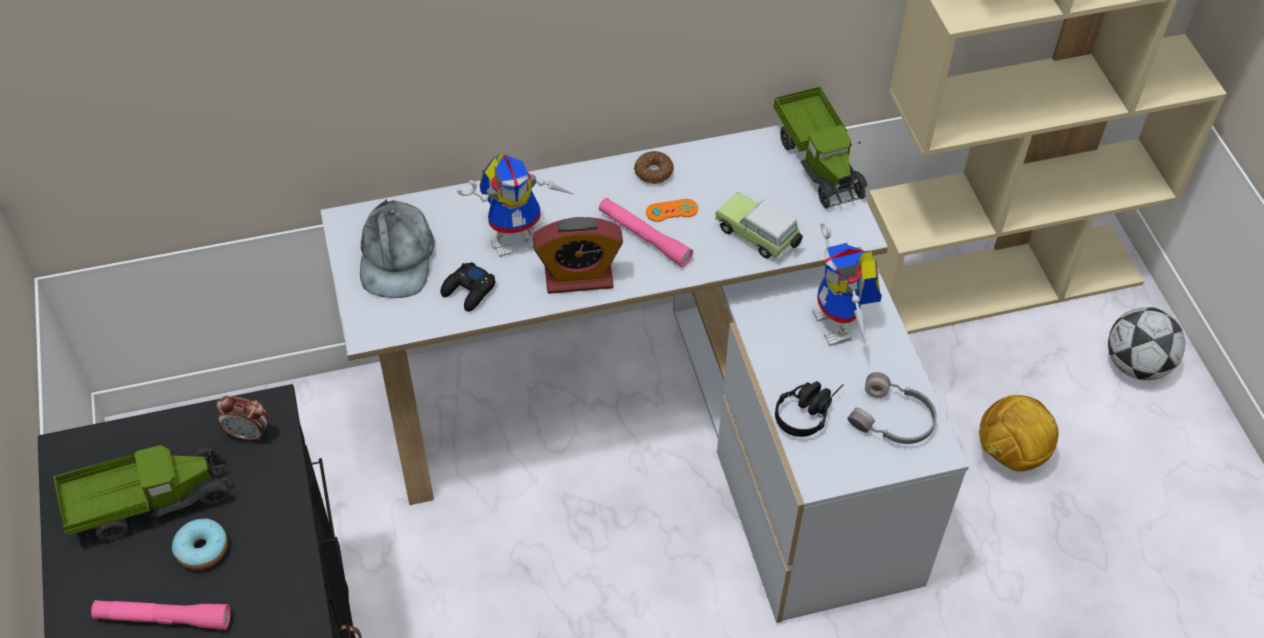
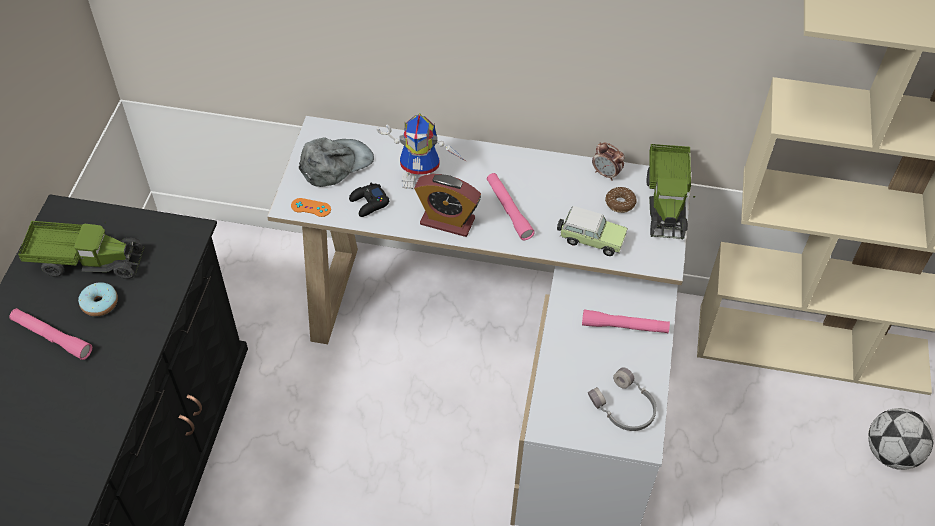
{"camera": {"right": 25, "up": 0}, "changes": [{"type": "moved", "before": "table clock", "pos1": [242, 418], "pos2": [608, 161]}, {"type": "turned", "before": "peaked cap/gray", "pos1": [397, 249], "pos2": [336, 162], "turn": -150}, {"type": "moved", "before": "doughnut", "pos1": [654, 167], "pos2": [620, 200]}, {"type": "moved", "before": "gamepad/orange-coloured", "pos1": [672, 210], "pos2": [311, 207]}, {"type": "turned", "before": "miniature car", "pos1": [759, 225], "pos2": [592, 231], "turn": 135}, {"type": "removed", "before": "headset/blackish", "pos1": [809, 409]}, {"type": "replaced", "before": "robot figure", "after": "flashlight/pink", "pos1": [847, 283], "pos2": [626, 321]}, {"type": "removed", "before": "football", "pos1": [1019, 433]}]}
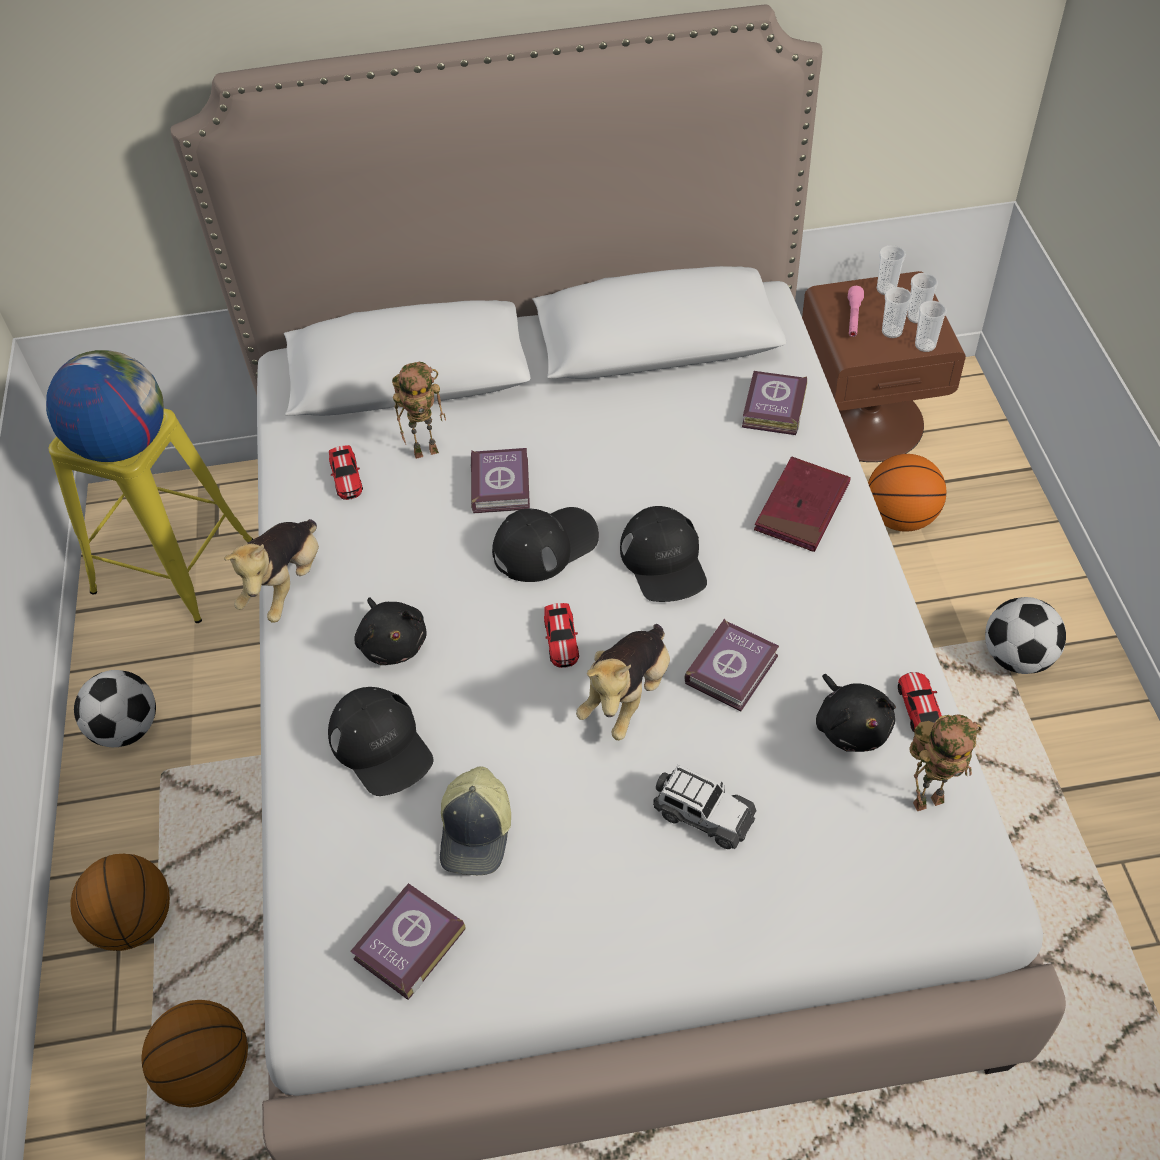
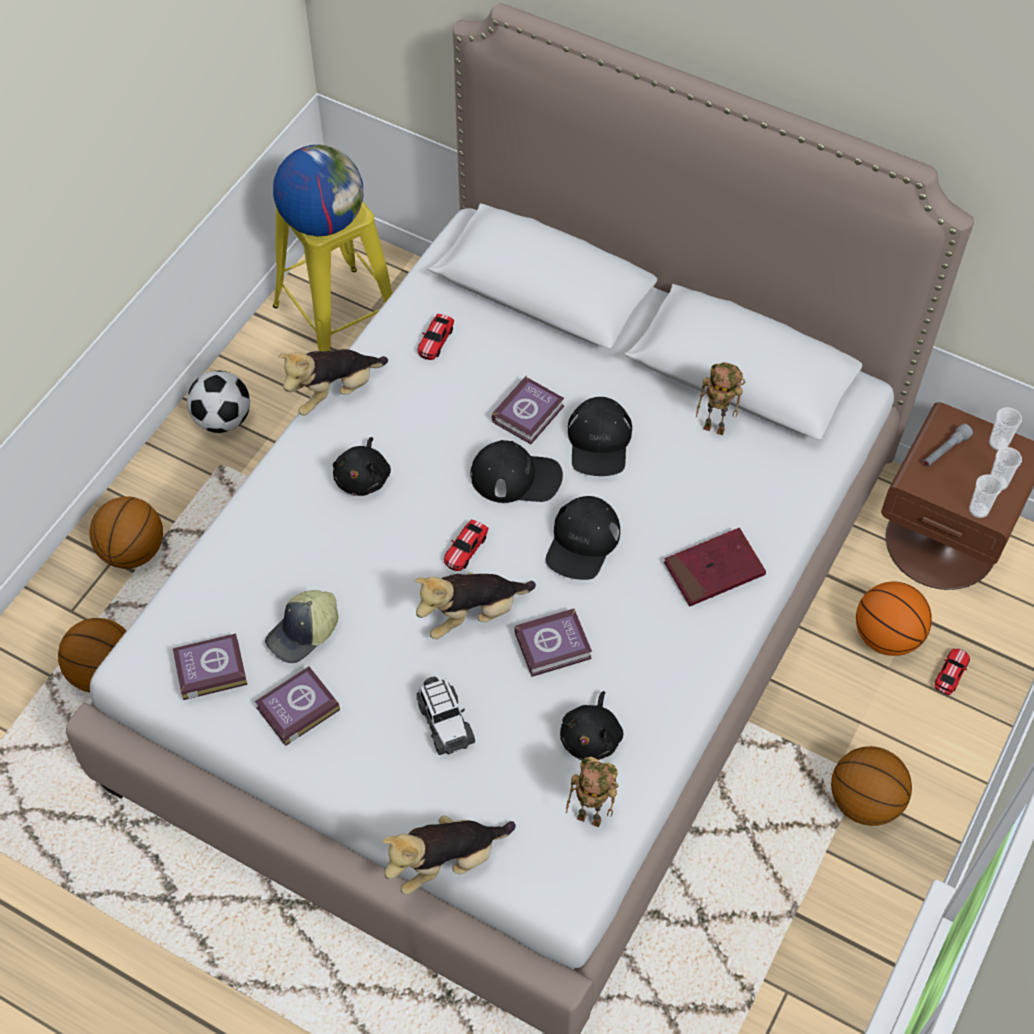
{"camera": {"right": 35, "up": 5}, "changes": [{"type": "moved", "before": "peaked cap/blackish", "pos1": [380, 741], "pos2": [600, 436]}, {"type": "moved", "before": "robot figure", "pos1": [419, 410], "pos2": [720, 398]}, {"type": "moved", "before": "bound book", "pos1": [774, 403], "pos2": [297, 706]}, {"type": "recoloured", "before": "flashlight/pink", "after": "flashlight/gray", "pos1": [856, 311], "pos2": [948, 445]}, {"type": "removed", "before": "drinking cup", "pos1": [897, 312]}, {"type": "moved", "before": "miniature car", "pos1": [920, 702], "pos2": [952, 672]}, {"type": "replaced", "before": "football", "after": "ball for basketball", "pos1": [1025, 635], "pos2": [871, 786]}, {"type": "added", "after": "soft toy", "pos2": [449, 855]}]}
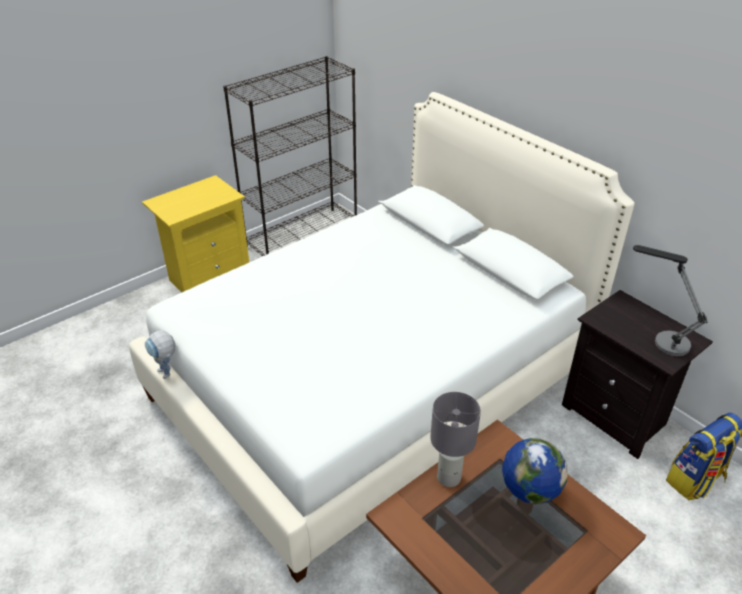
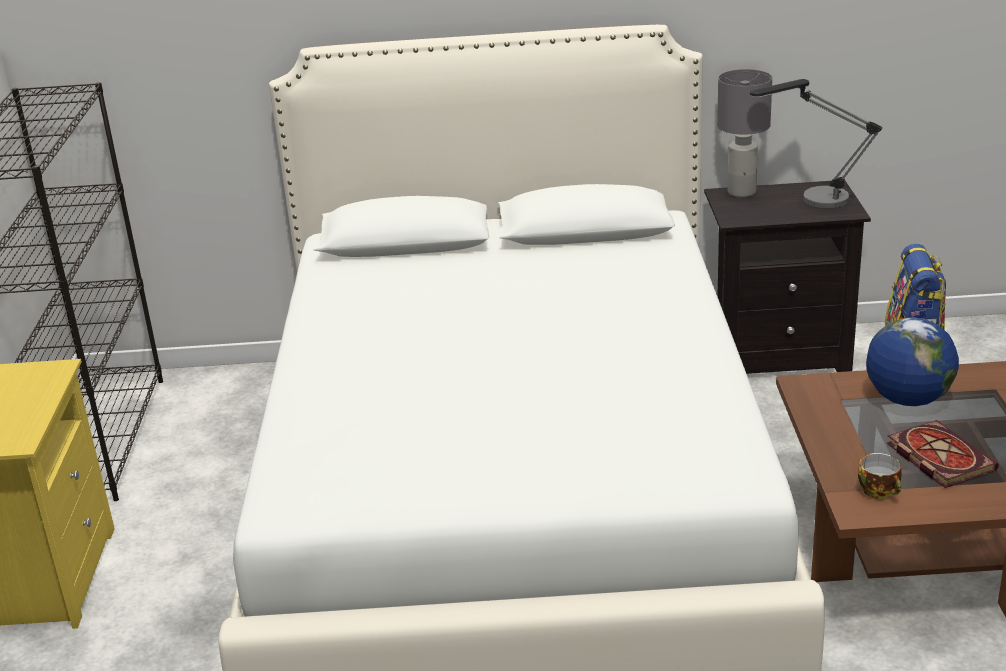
{"camera": {"right": -50, "up": -10}, "changes": [{"type": "removed", "before": "robot figure", "pos1": [160, 355]}, {"type": "moved", "before": "tabletop lamp/gray", "pos1": [455, 439], "pos2": [744, 133]}, {"type": "added", "after": "drinking cup", "pos2": [880, 476]}, {"type": "added", "after": "bound book", "pos2": [943, 454]}]}
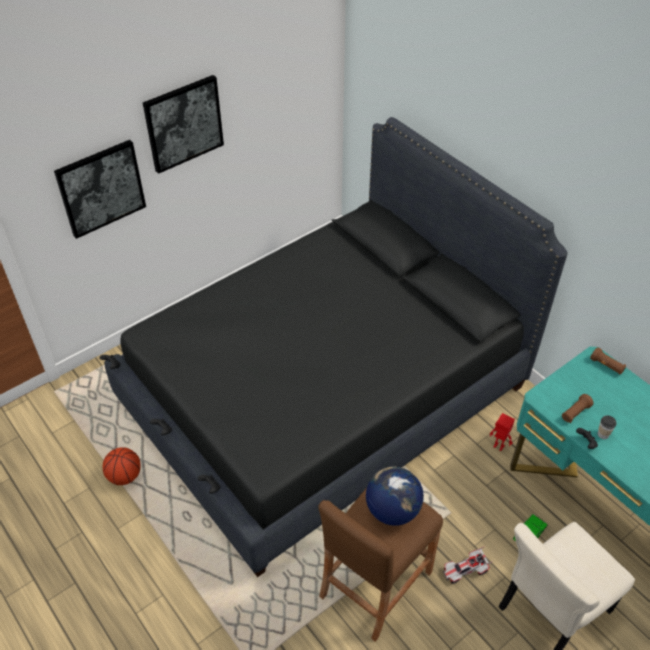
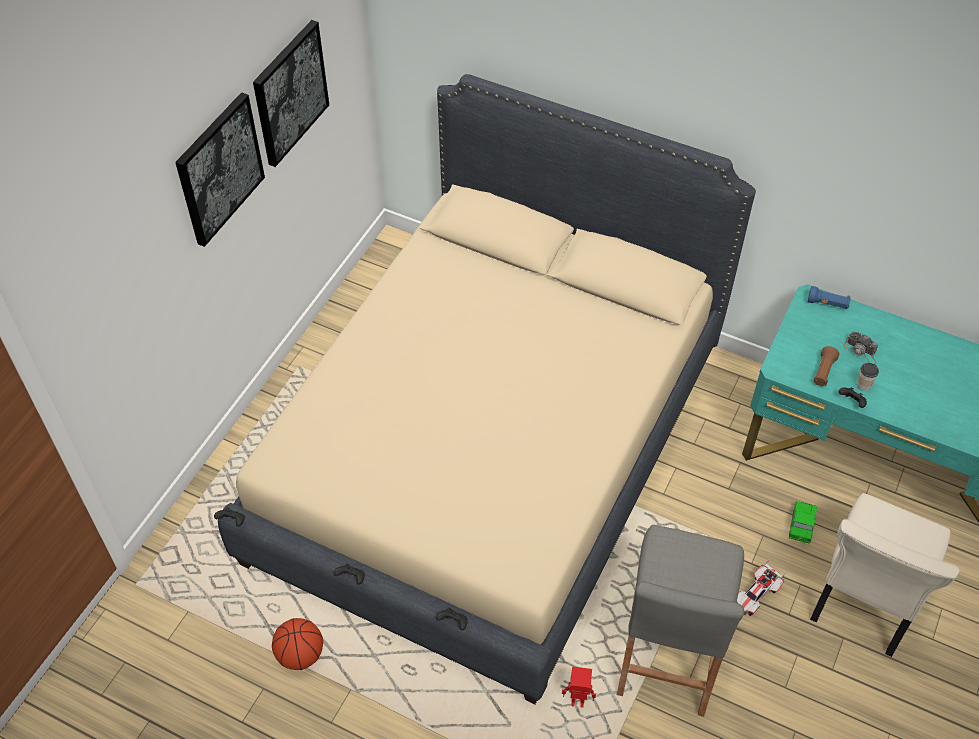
{"camera": {"right": -25, "up": 5}, "changes": [{"type": "moved", "before": "wall picture", "pos1": [100, 189], "pos2": [291, 93]}, {"type": "recoloured", "before": "bed/blackish", "after": "bed/sand-coloured", "pos1": [336, 347], "pos2": [487, 389]}, {"type": "recoloured", "before": "sitting stool/brownish", "after": "sitting stool/gray", "pos1": [380, 565], "pos2": [680, 620]}, {"type": "removed", "before": "desk globe", "pos1": [395, 496]}, {"type": "moved", "before": "robot figure", "pos1": [502, 432], "pos2": [579, 687]}, {"type": "recoloured", "before": "flashlight/brownish", "after": "flashlight/blue-coloured", "pos1": [608, 360], "pos2": [829, 297]}, {"type": "added", "after": "photo camera", "pos2": [860, 347]}]}
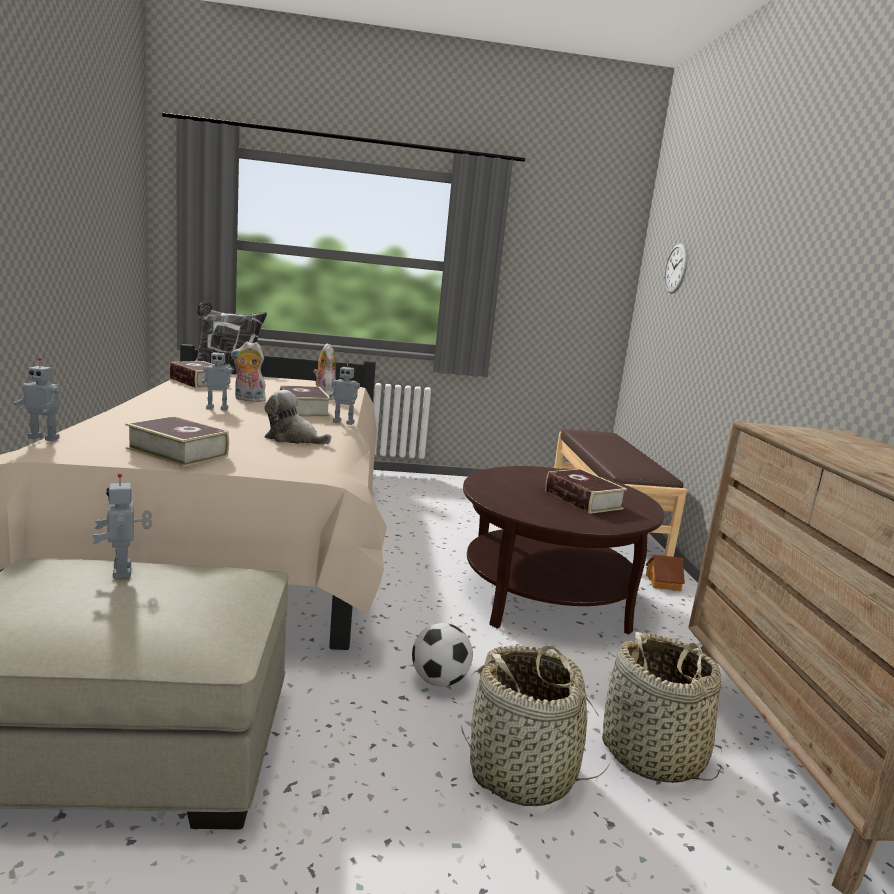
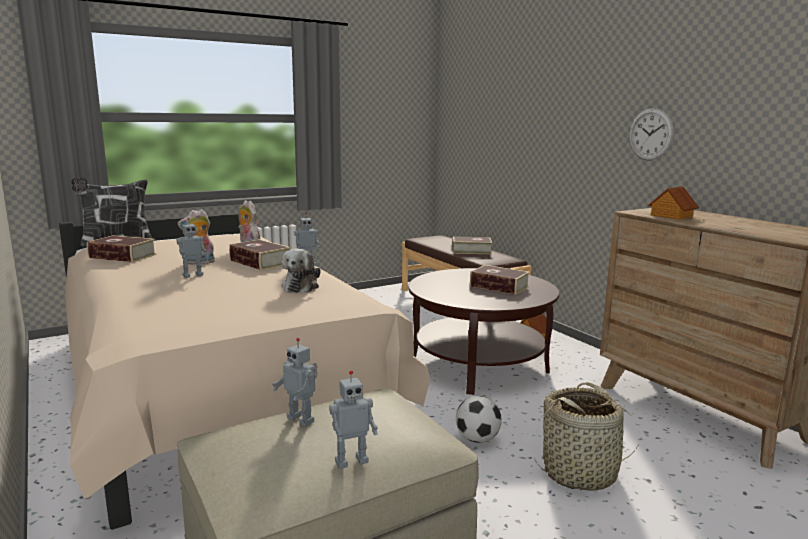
{"camera": {"right": -25, "up": 0}, "changes": [{"type": "moved", "before": "robot figure", "pos1": [36, 399], "pos2": [353, 420]}, {"type": "moved", "before": "bound book", "pos1": [177, 441], "pos2": [472, 245]}, {"type": "turned", "before": "soft toy", "pos1": [298, 417], "pos2": [301, 270], "turn": -75}, {"type": "removed", "before": "household basket", "pos1": [662, 707]}, {"type": "moved", "before": "wall clock", "pos1": [676, 268], "pos2": [651, 134]}, {"type": "added", "after": "toy house", "pos2": [673, 203]}]}
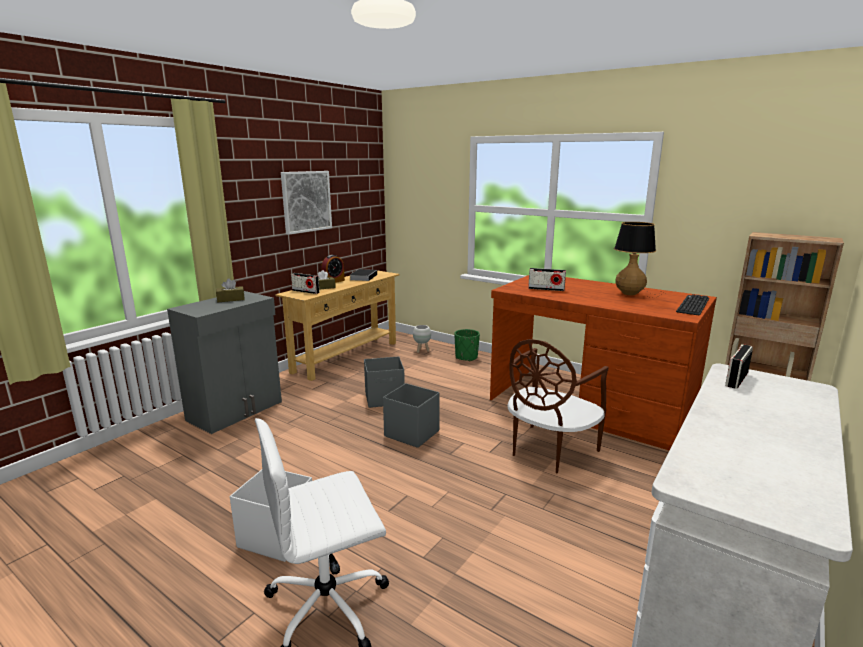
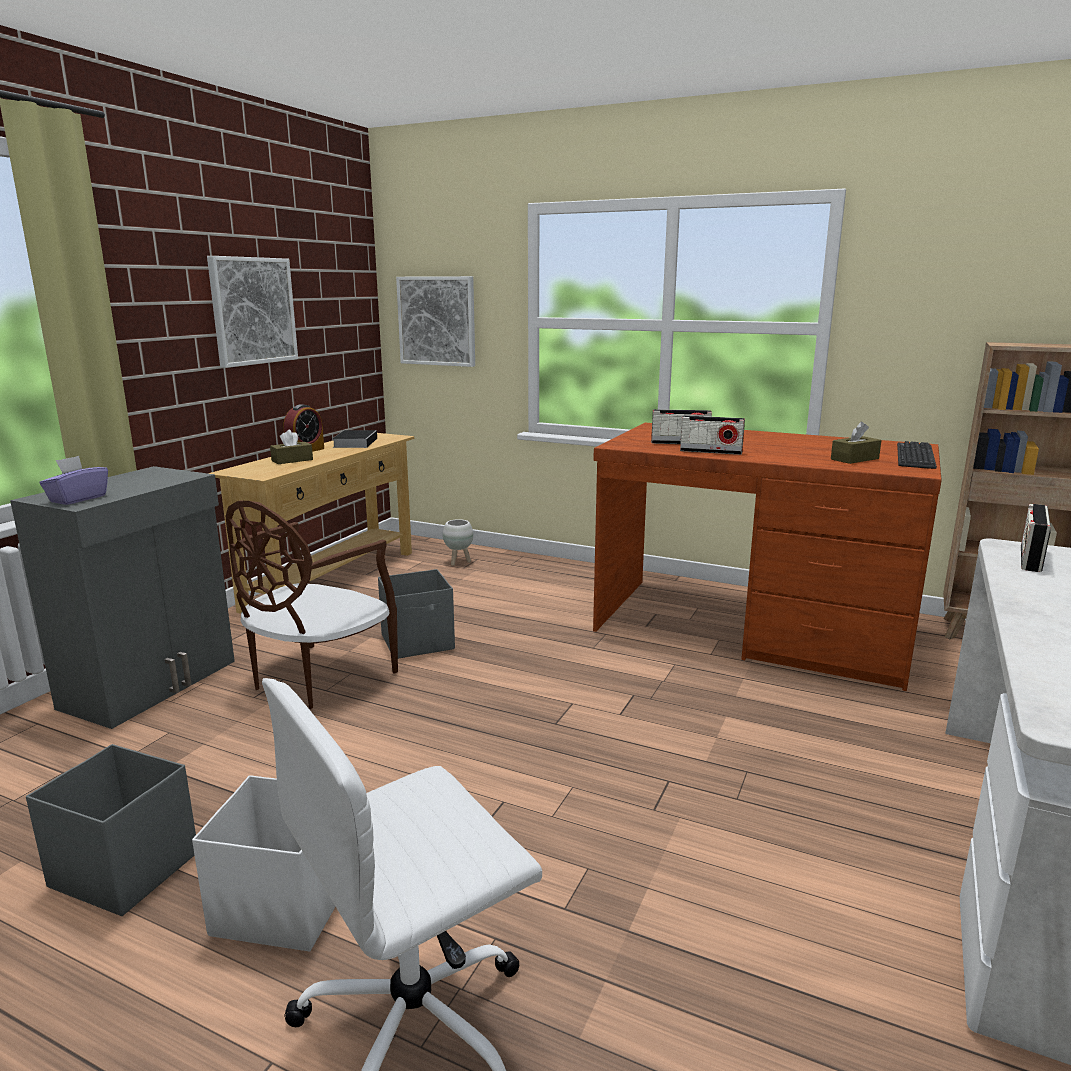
{"camera": {"right": -10, "up": 0}, "changes": [{"type": "moved", "before": "box of tissues/brownish", "pos1": [230, 290], "pos2": [856, 442]}, {"type": "moved", "before": "radio", "pos1": [305, 283], "pos2": [712, 435]}, {"type": "moved", "before": "storage bin/gray", "pos1": [411, 415], "pos2": [111, 830]}, {"type": "removed", "before": "planter/green-coloured", "pos1": [467, 345]}, {"type": "moved", "before": "upright chair/brownish", "pos1": [558, 406], "pos2": [312, 604]}, {"type": "removed", "before": "tabletop lamp", "pos1": [637, 259]}, {"type": "added", "after": "box of tissues/purple", "pos2": [73, 480]}, {"type": "added", "after": "wall picture", "pos2": [435, 321]}]}
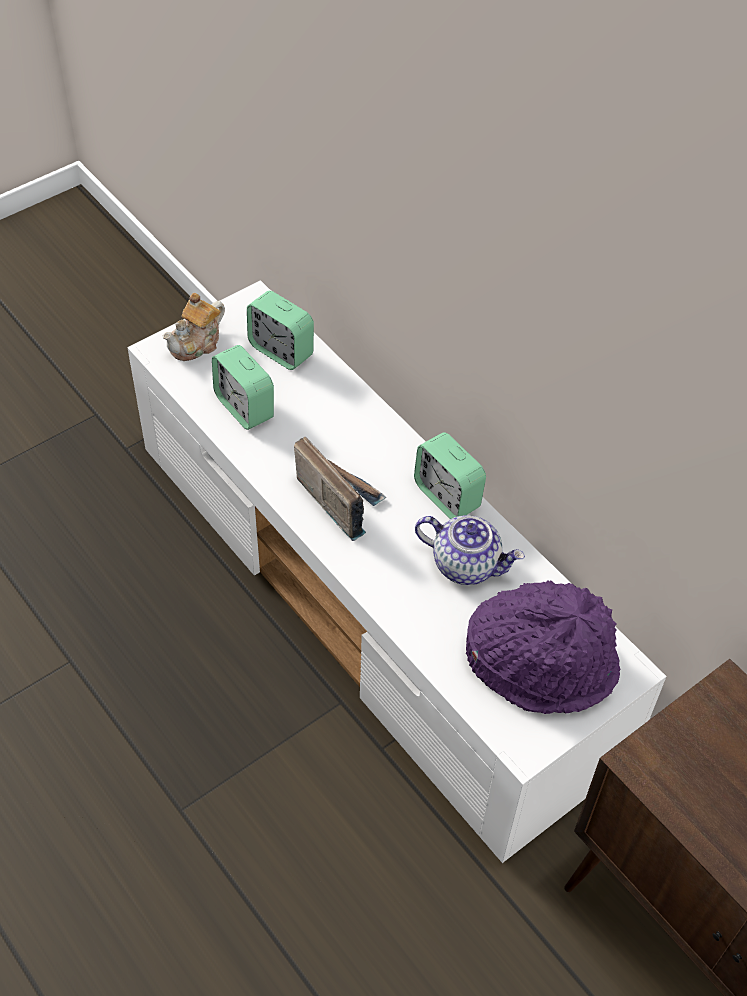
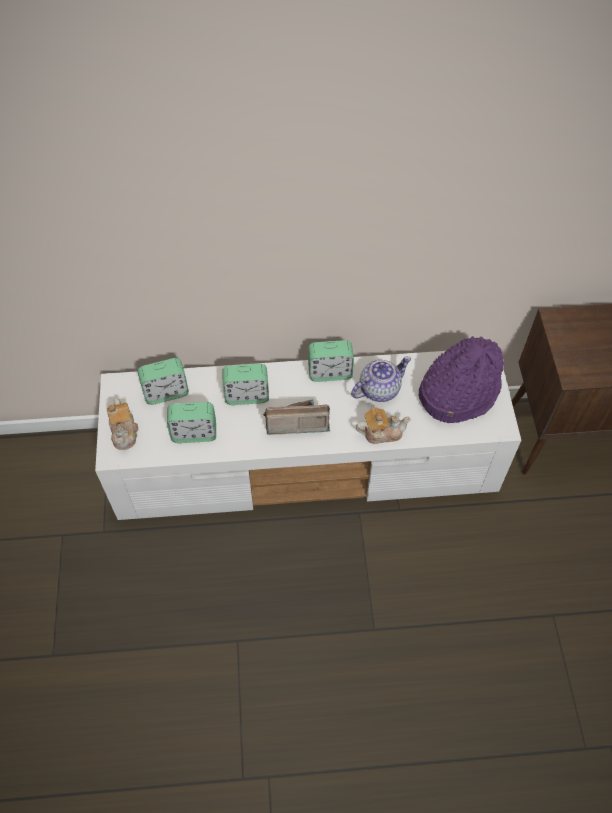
{"camera": {"right": -55, "up": 5}, "changes": [{"type": "added", "after": "table clock", "pos2": [245, 384]}, {"type": "added", "after": "tea pot", "pos2": [383, 425]}]}
